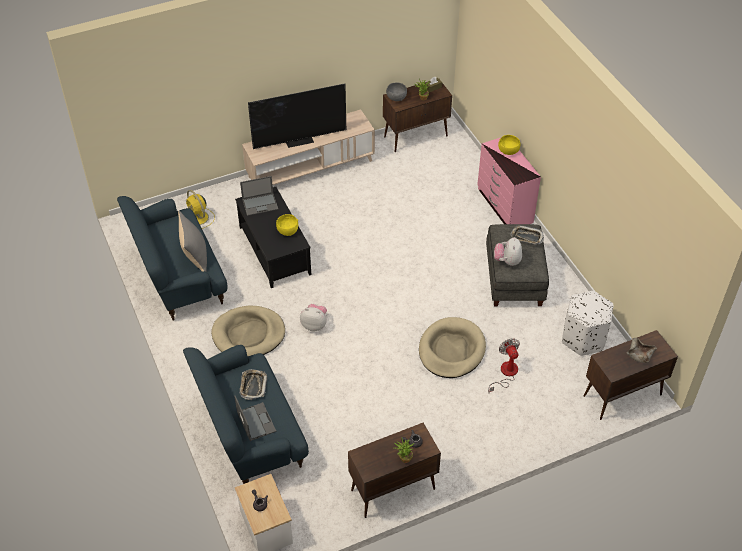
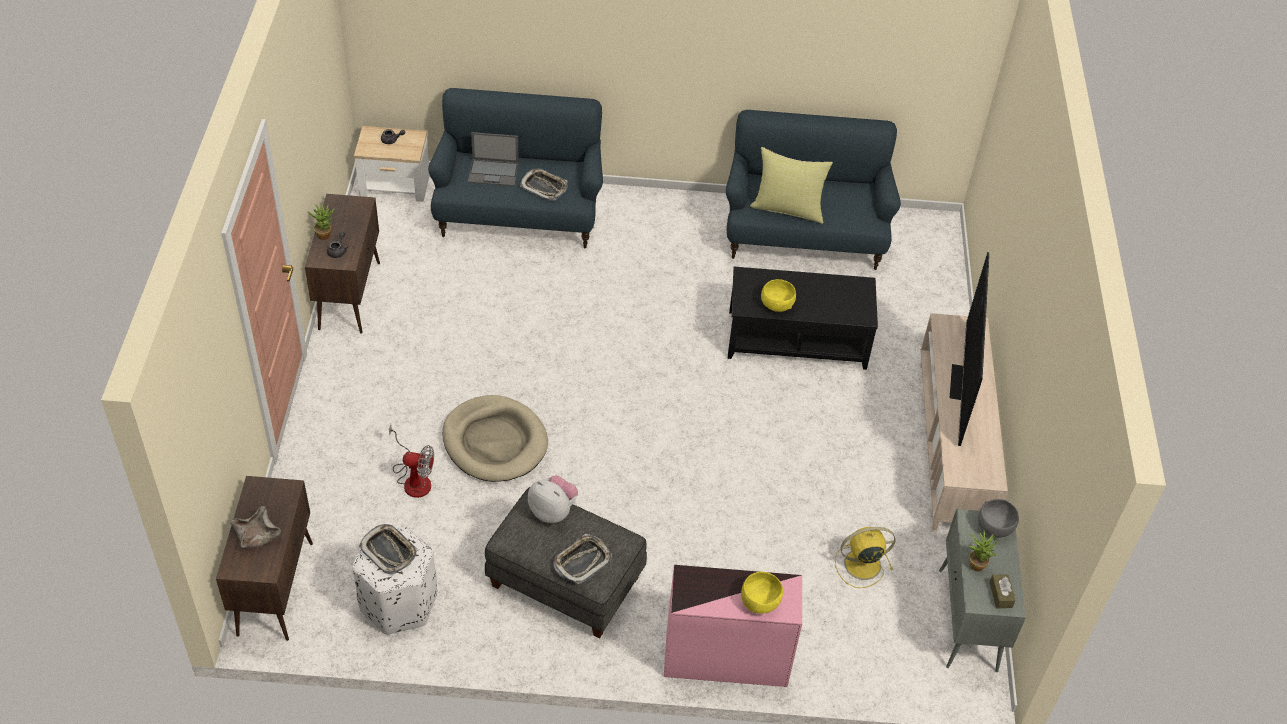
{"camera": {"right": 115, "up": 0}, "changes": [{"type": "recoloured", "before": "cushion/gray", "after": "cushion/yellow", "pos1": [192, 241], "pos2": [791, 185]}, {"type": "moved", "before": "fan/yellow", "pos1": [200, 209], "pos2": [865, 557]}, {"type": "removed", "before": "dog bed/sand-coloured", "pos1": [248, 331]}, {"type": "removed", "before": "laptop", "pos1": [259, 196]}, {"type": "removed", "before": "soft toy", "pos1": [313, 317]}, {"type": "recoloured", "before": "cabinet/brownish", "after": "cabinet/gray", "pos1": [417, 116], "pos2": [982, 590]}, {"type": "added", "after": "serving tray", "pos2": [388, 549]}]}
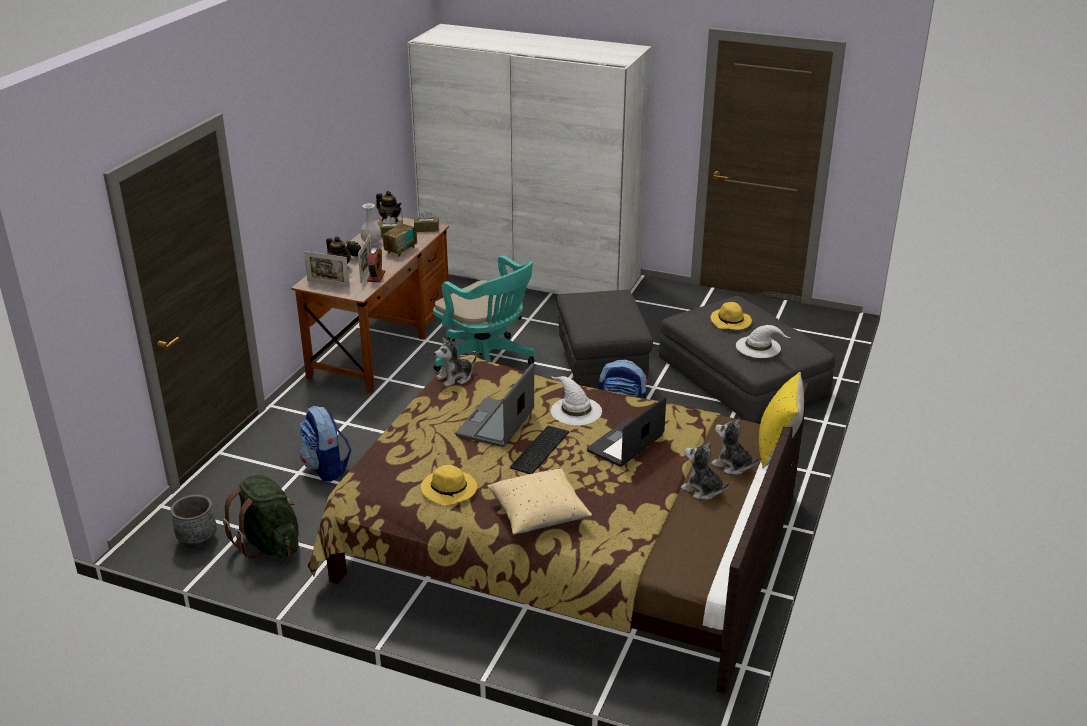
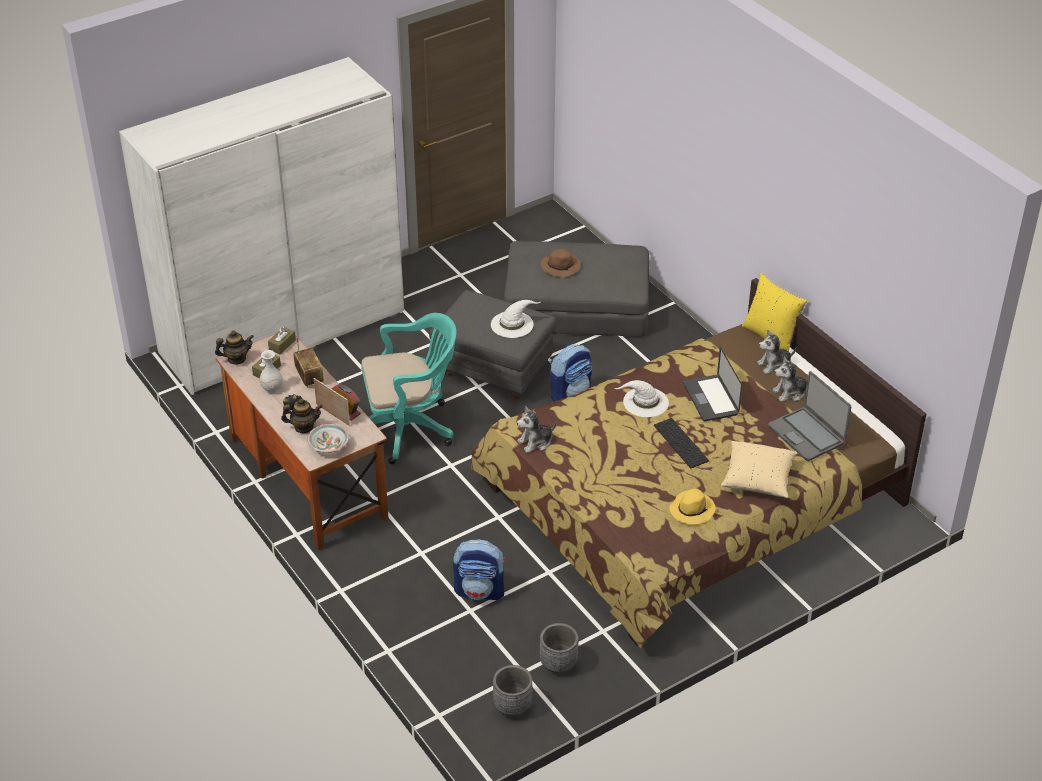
{"camera": {"right": -55, "up": 10}, "changes": [{"type": "replaced", "before": "knapsack/green-coloured", "after": "planter/gray", "pos1": [261, 517], "pos2": [559, 648]}, {"type": "replaced", "before": "photo frame", "after": "bowl", "pos1": [327, 269], "pos2": [328, 438]}, {"type": "turned", "before": "soft toy", "pos1": [455, 362], "pos2": [537, 429], "turn": 60}, {"type": "moved", "before": "laptop", "pos1": [495, 405], "pos2": [809, 416]}, {"type": "recoloured", "before": "wearable hat/yellow", "after": "wearable hat/brownish", "pos1": [731, 316], "pos2": [561, 263]}, {"type": "moved", "before": "wearable hat/white", "pos1": [763, 341], "pos2": [516, 319]}]}
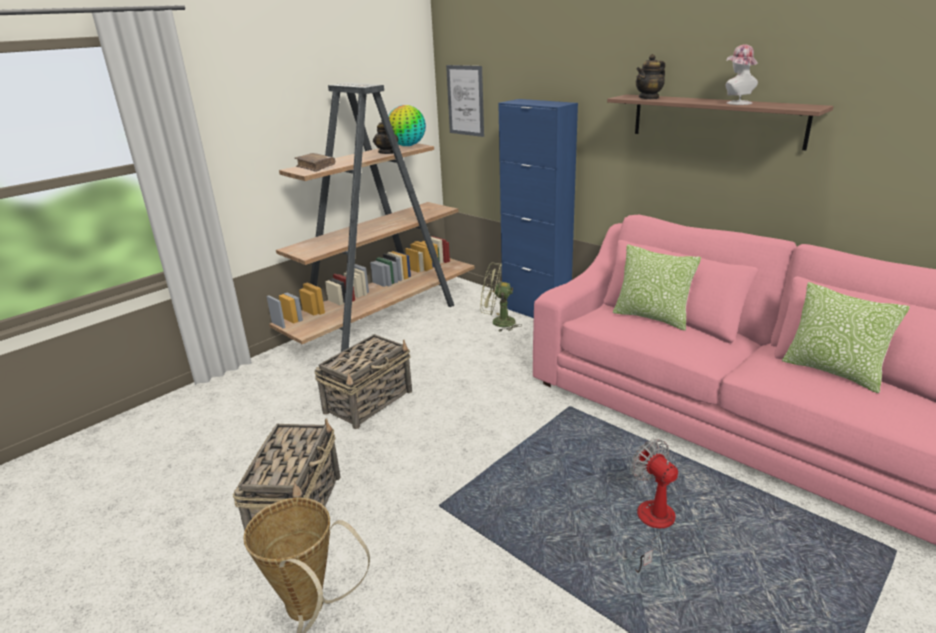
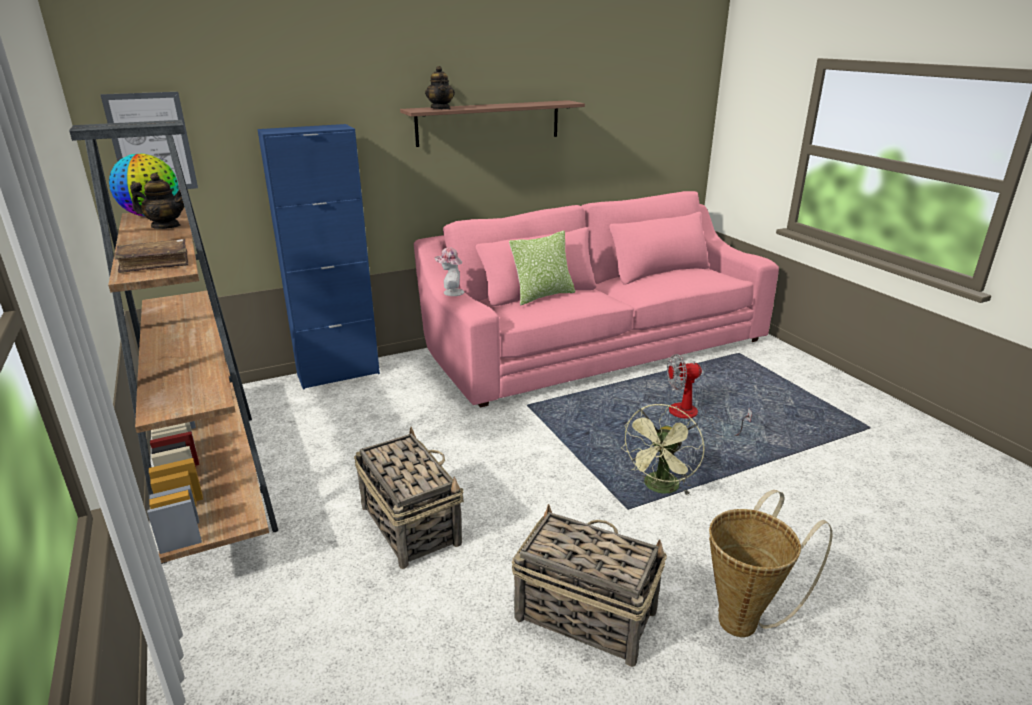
{"camera": {"right": -70, "up": 0}, "changes": [{"type": "moved", "before": "fan/green-coloured", "pos1": [501, 297], "pos2": [663, 449]}, {"type": "moved", "before": "wearable hat", "pos1": [742, 75], "pos2": [449, 271]}, {"type": "removed", "before": "cushion", "pos1": [846, 337]}]}
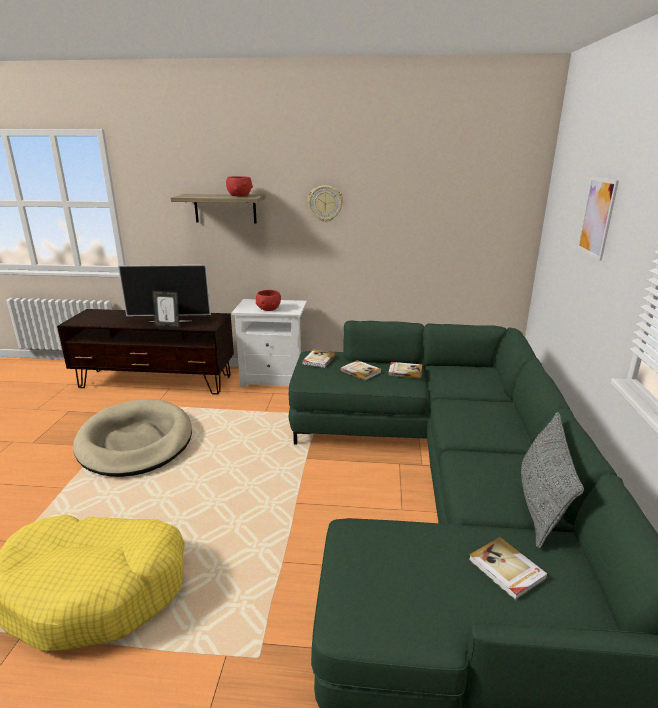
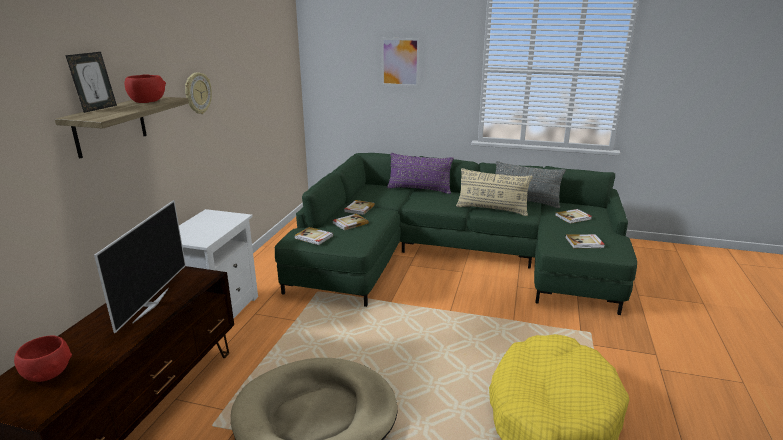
{"camera": {"right": -80, "up": 0}, "changes": [{"type": "moved", "before": "photo frame", "pos1": [166, 309], "pos2": [91, 82]}, {"type": "moved", "before": "bowl/red-coloured", "pos1": [268, 300], "pos2": [43, 358]}, {"type": "added", "after": "cushion/purple", "pos2": [420, 173]}, {"type": "added", "after": "cushion/sand-coloured", "pos2": [494, 192]}, {"type": "added", "after": "bound book", "pos2": [585, 241]}]}
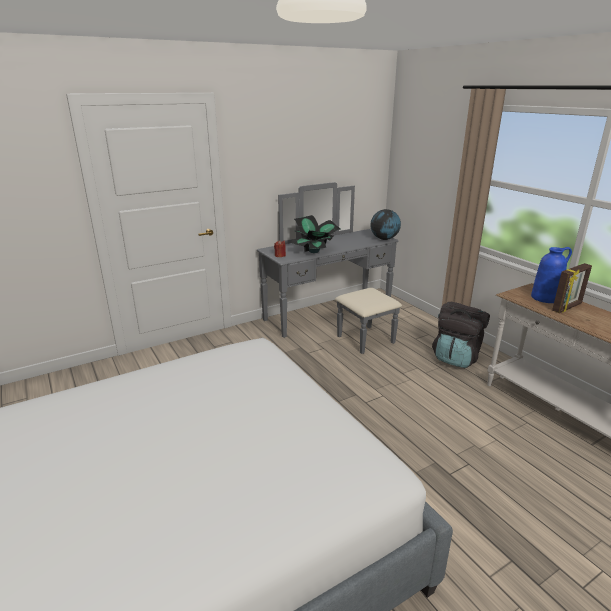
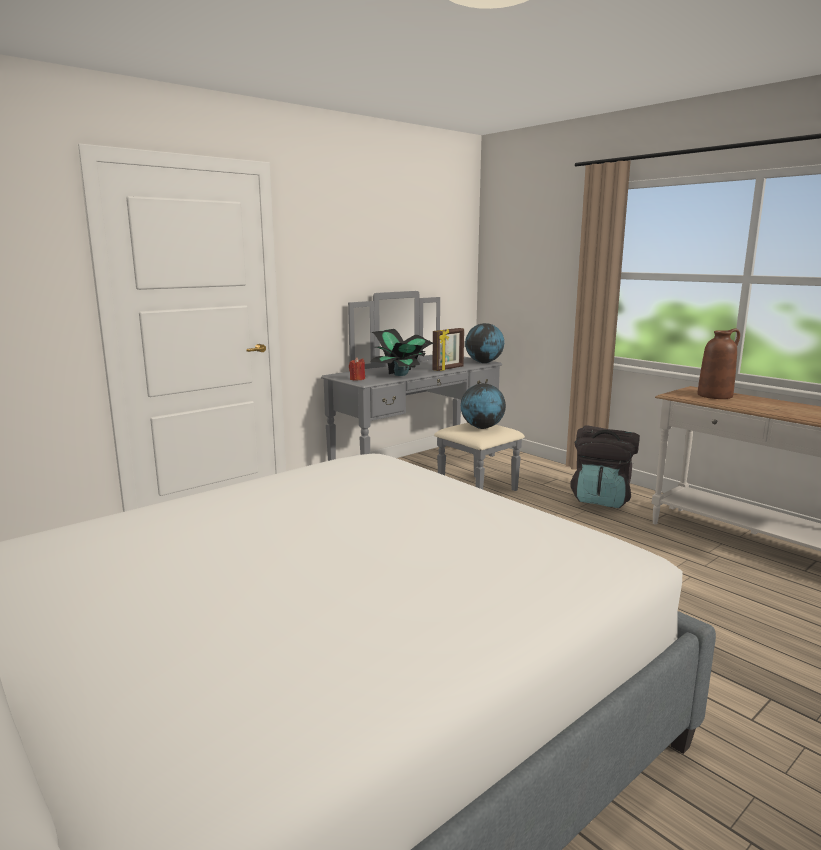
{"camera": {"right": -10, "up": -10}, "changes": [{"type": "recoloured", "before": "flower vase/blue-coloured", "after": "flower vase/brownish", "pos1": [551, 275], "pos2": [718, 363]}, {"type": "moved", "before": "photo frame", "pos1": [572, 288], "pos2": [448, 349]}, {"type": "added", "after": "desk globe", "pos2": [483, 406]}]}
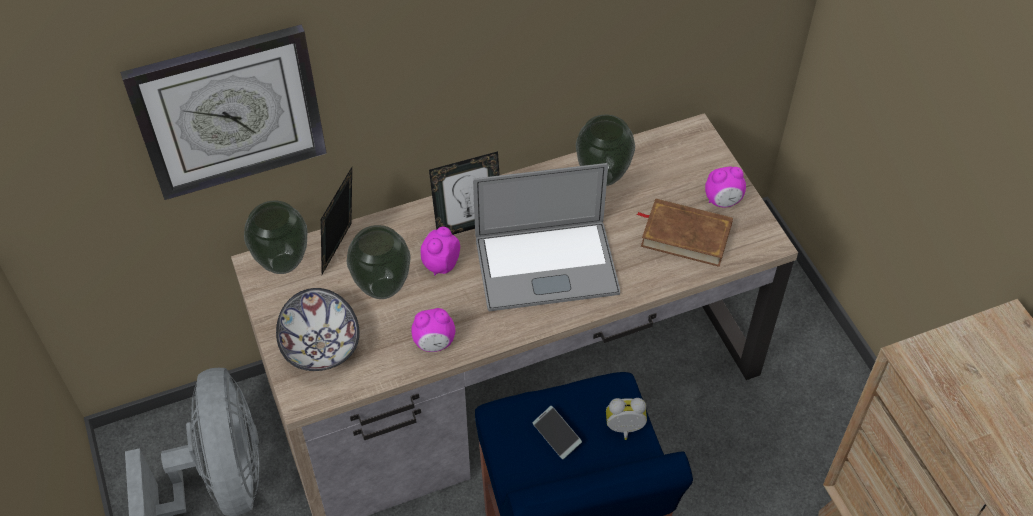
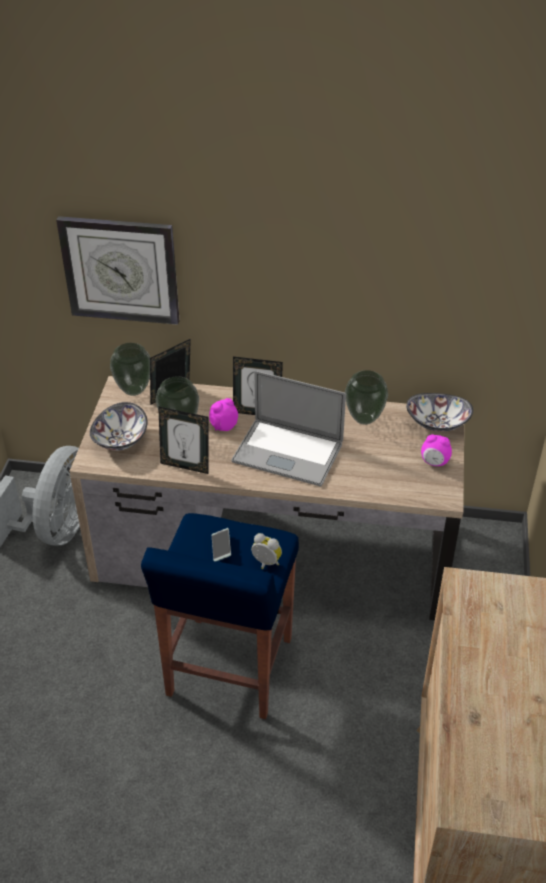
{"camera": {"right": 30, "up": -10}, "changes": [{"type": "replaced", "before": "table clock", "after": "photo frame", "pos1": [433, 330], "pos2": [183, 440]}, {"type": "removed", "before": "bound book/brownish", "pos1": [685, 232]}, {"type": "added", "after": "bowl", "pos2": [439, 412]}]}
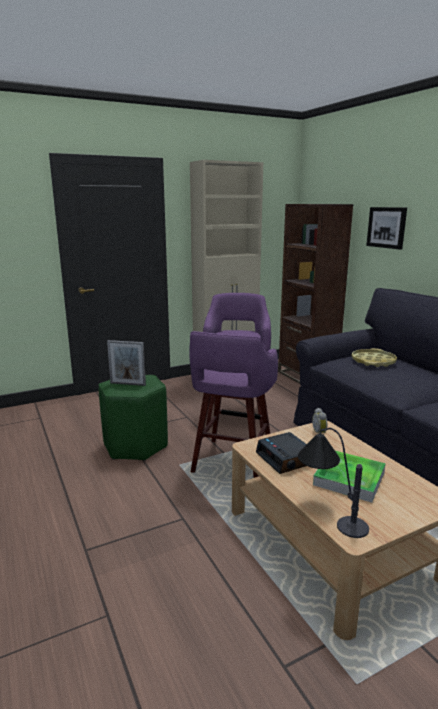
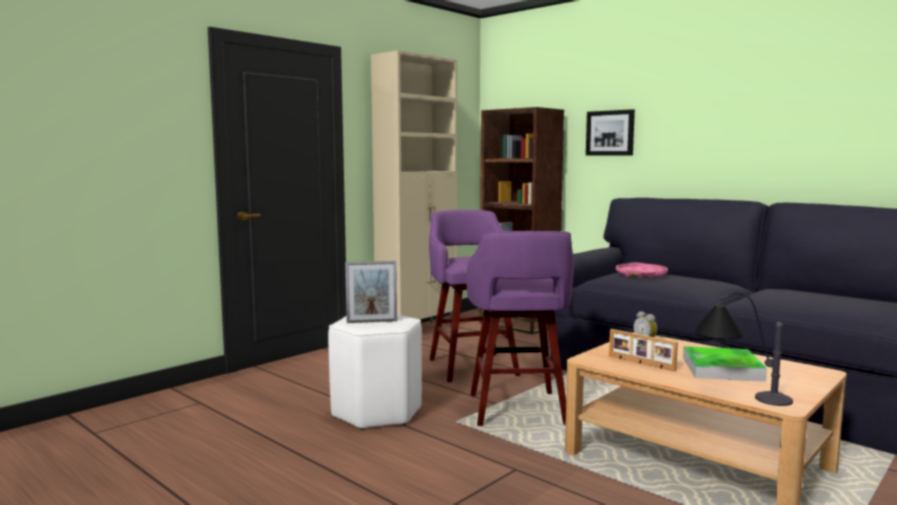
{"camera": {"right": -20, "up": -10}, "changes": [{"type": "recoloured", "before": "sitting stool/green-coloured", "after": "sitting stool/white", "pos1": [133, 418], "pos2": [375, 372]}, {"type": "replaced", "before": "table clock", "after": "photo frame", "pos1": [281, 453], "pos2": [643, 350]}, {"type": "recoloured", "before": "serving tray/yellow", "after": "serving tray/pink", "pos1": [374, 357], "pos2": [642, 270]}]}
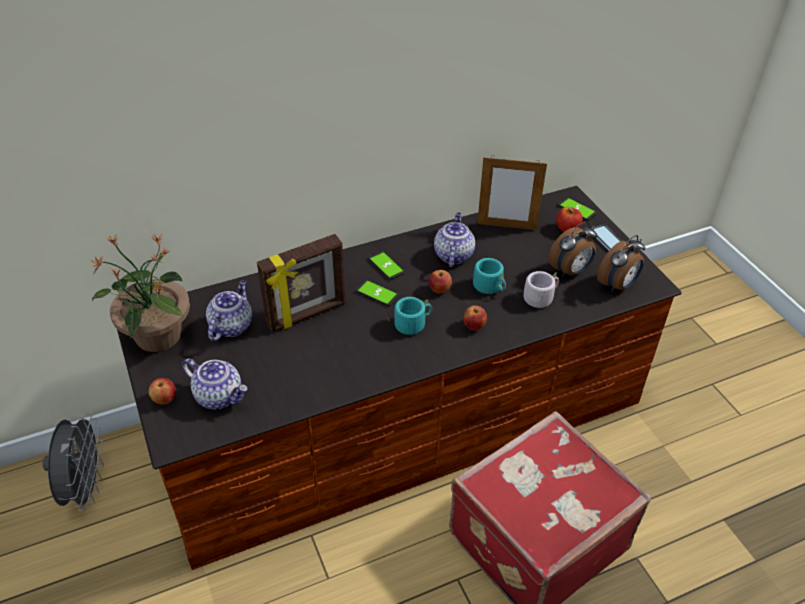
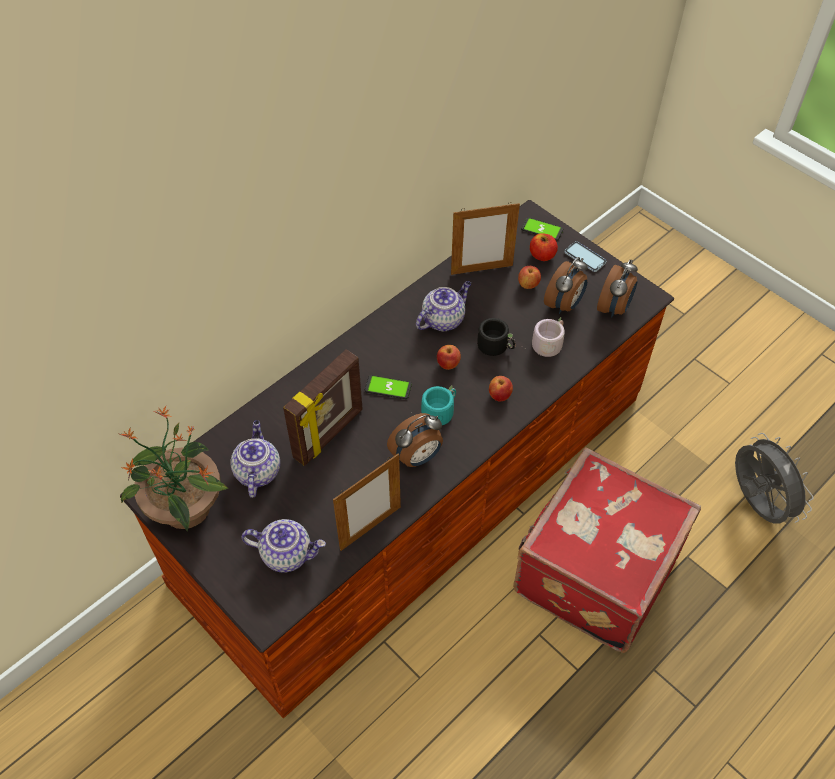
{"camera": {"right": -20, "up": 10}, "changes": [{"type": "moved", "before": "fan/gray", "pos1": [73, 462], "pos2": [774, 478]}, {"type": "moved", "before": "apple", "pos1": [162, 391], "pos2": [529, 277]}, {"type": "removed", "before": "telephone", "pos1": [386, 265]}, {"type": "turned", "before": "tea pot", "pos1": [454, 239], "pos2": [443, 306], "turn": 60}, {"type": "recoloured", "before": "coffee mug/turquoise-coloured", "after": "coffee mug/blackish", "pos1": [489, 276], "pos2": [496, 337]}, {"type": "added", "after": "photo frame", "pos2": [367, 502]}, {"type": "added", "after": "table clock", "pos2": [415, 440]}]}
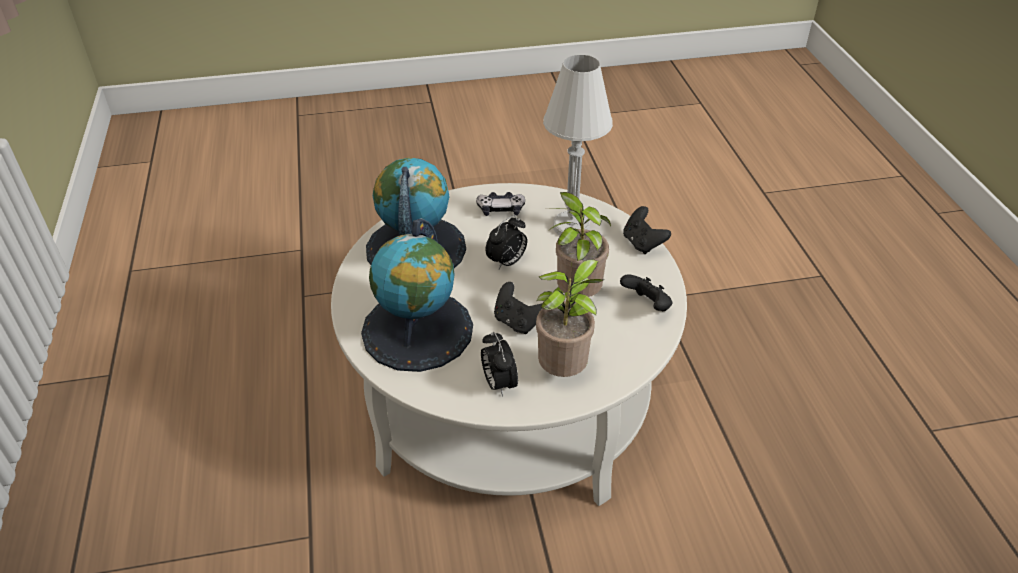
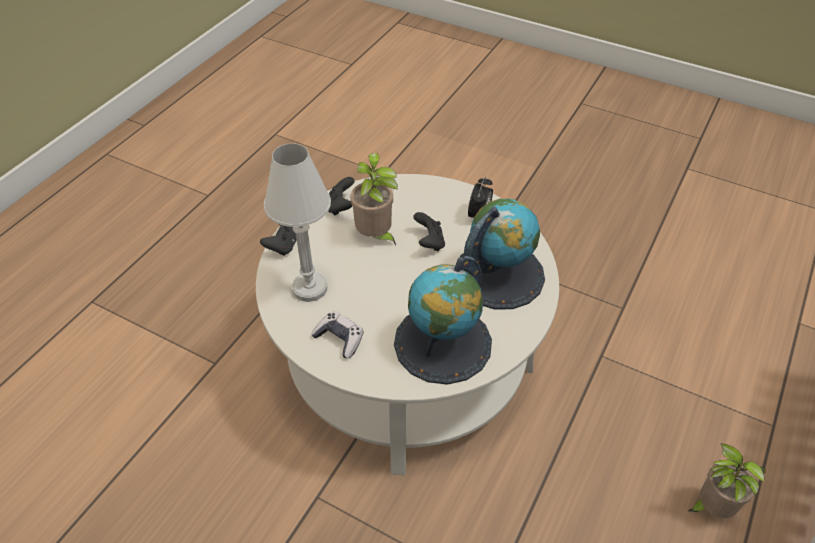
{"camera": {"right": -140, "up": 5}, "changes": [{"type": "removed", "before": "table clock", "pos1": [506, 242]}, {"type": "moved", "before": "houseplant", "pos1": [569, 318], "pos2": [727, 480]}]}
